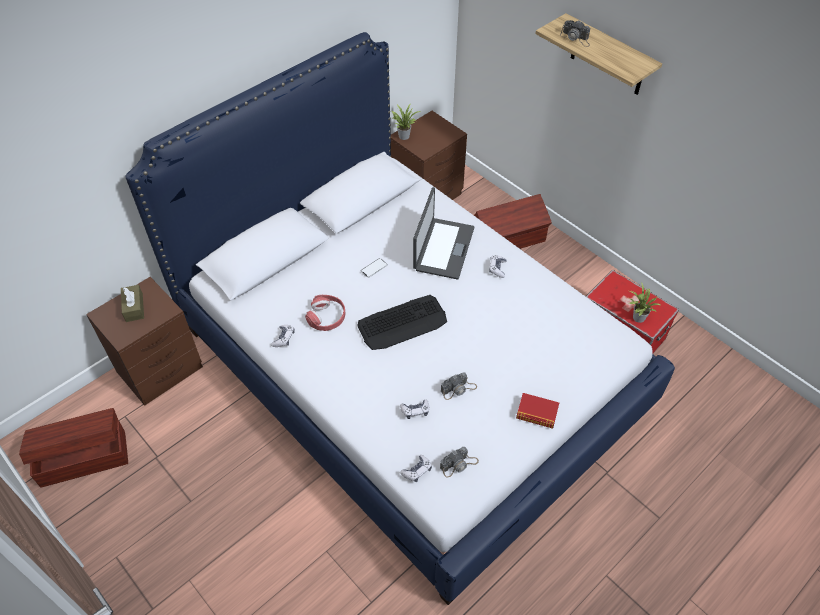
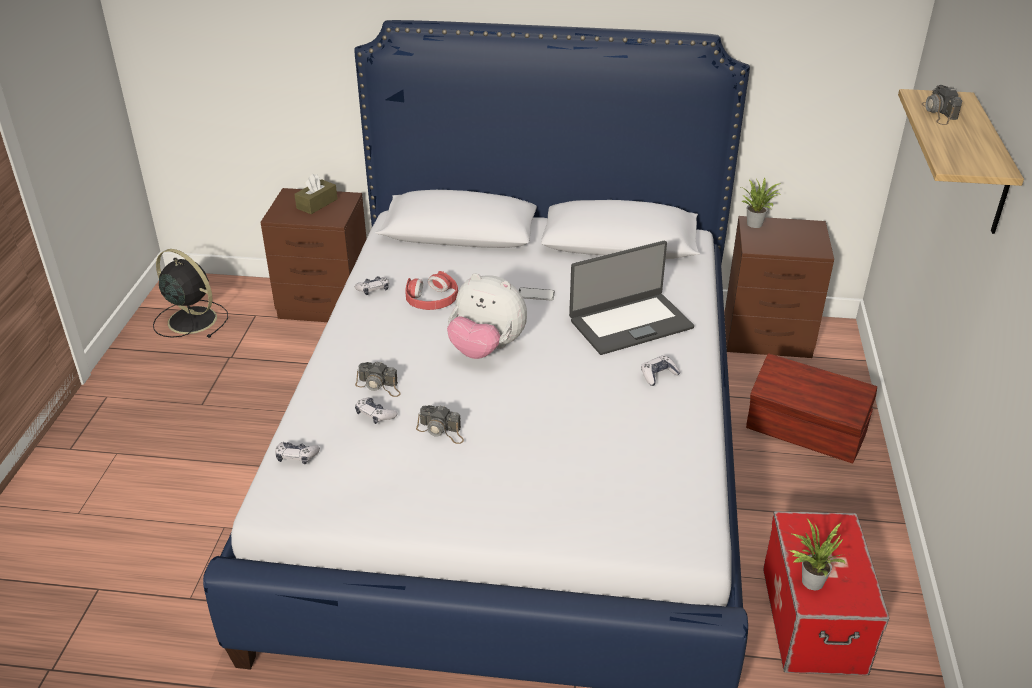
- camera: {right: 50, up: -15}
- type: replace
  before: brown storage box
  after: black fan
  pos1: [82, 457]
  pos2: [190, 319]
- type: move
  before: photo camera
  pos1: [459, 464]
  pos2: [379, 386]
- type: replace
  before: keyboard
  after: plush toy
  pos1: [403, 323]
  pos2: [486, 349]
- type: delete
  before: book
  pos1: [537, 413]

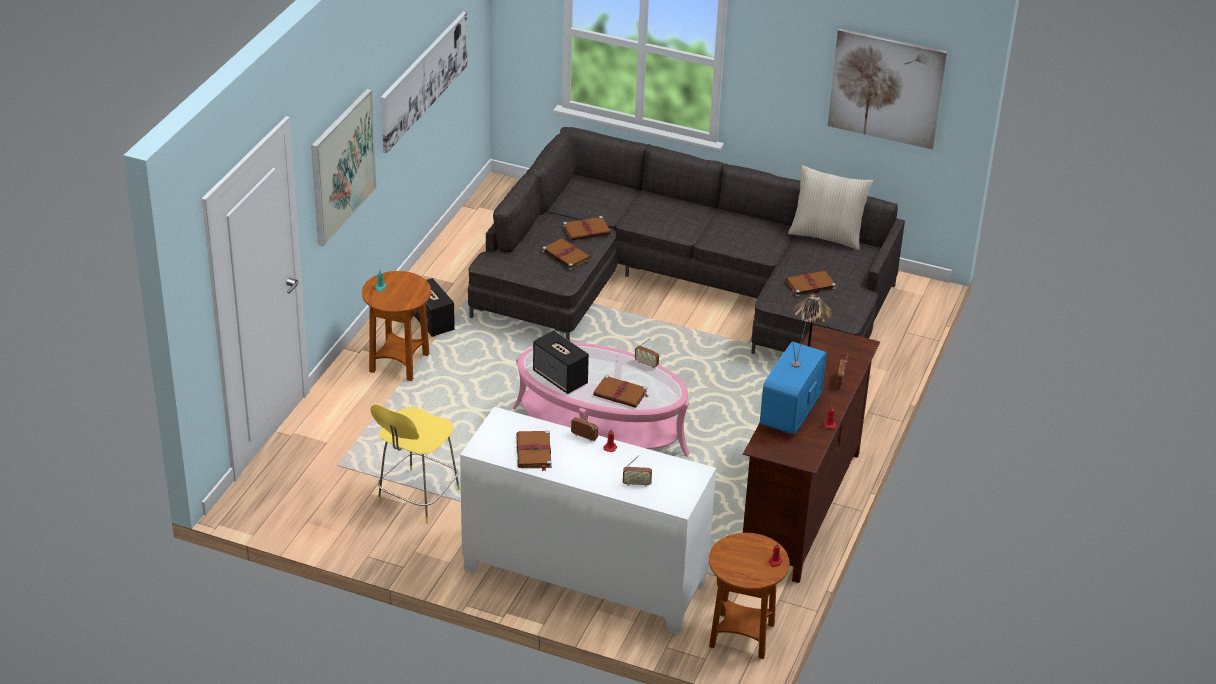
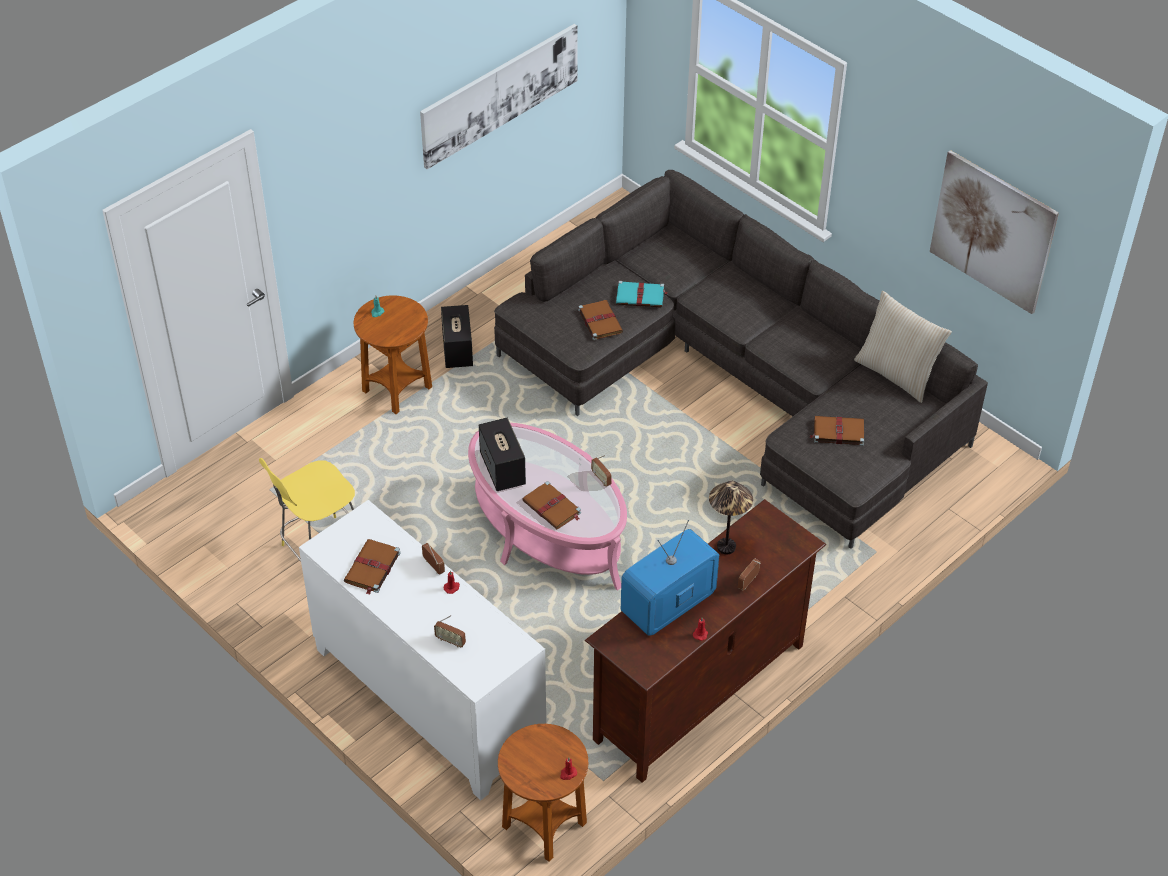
- camera: {right: 25, up: 10}
- type: recolor
  before: brown book
  after: turquoise book
  pos1: [587, 230]
  pos2: [641, 296]
- type: delete
  before: picture
  pos1: [342, 166]

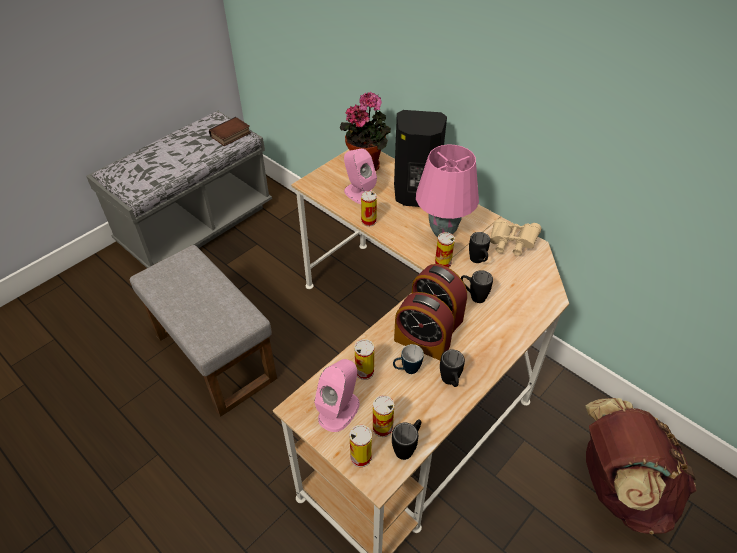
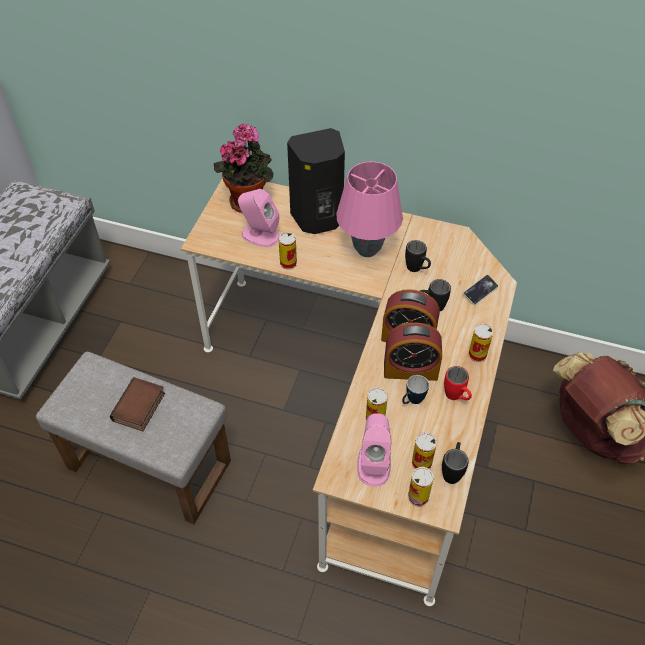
- camera: {right: -25, up: 5}
- type: move
  before: book
  pos1: [230, 135]
  pos2: [140, 408]
- type: recolor
  before: black mug
  after: red mug
  pos1: [450, 382]
  pos2: [456, 397]
- type: insert
  after: phone
  pos2: [480, 291]
- type: move
  before: can
  pos1: [443, 263]
  pos2: [477, 354]
- type: delete
  before: beige binoculars
  pos1: [511, 244]

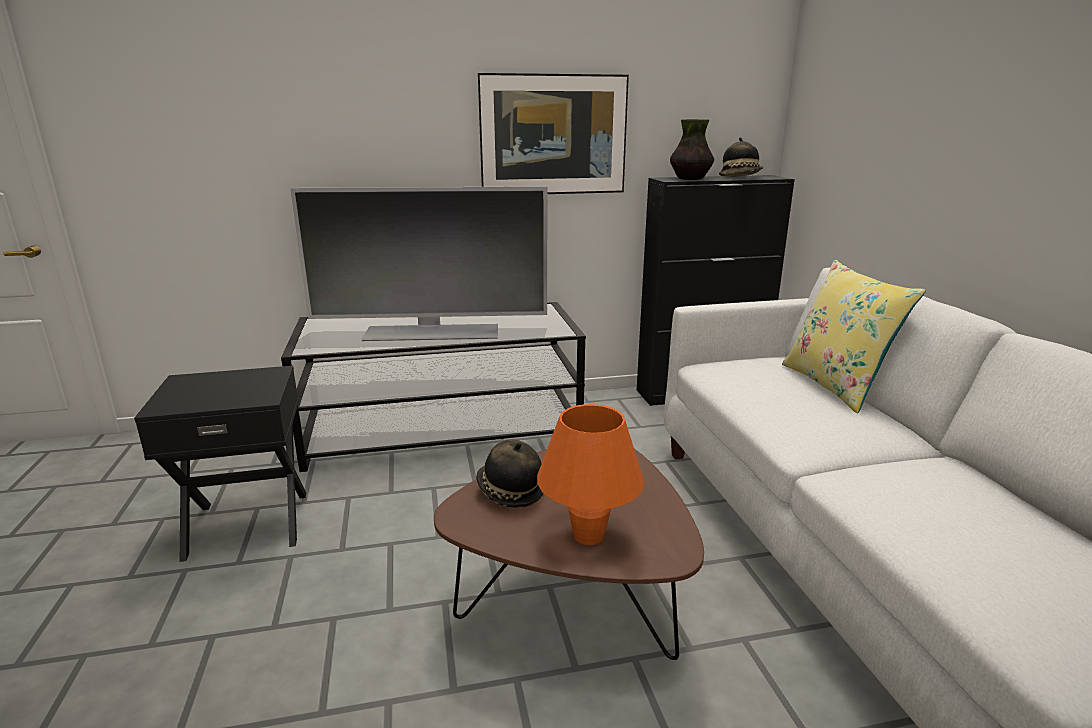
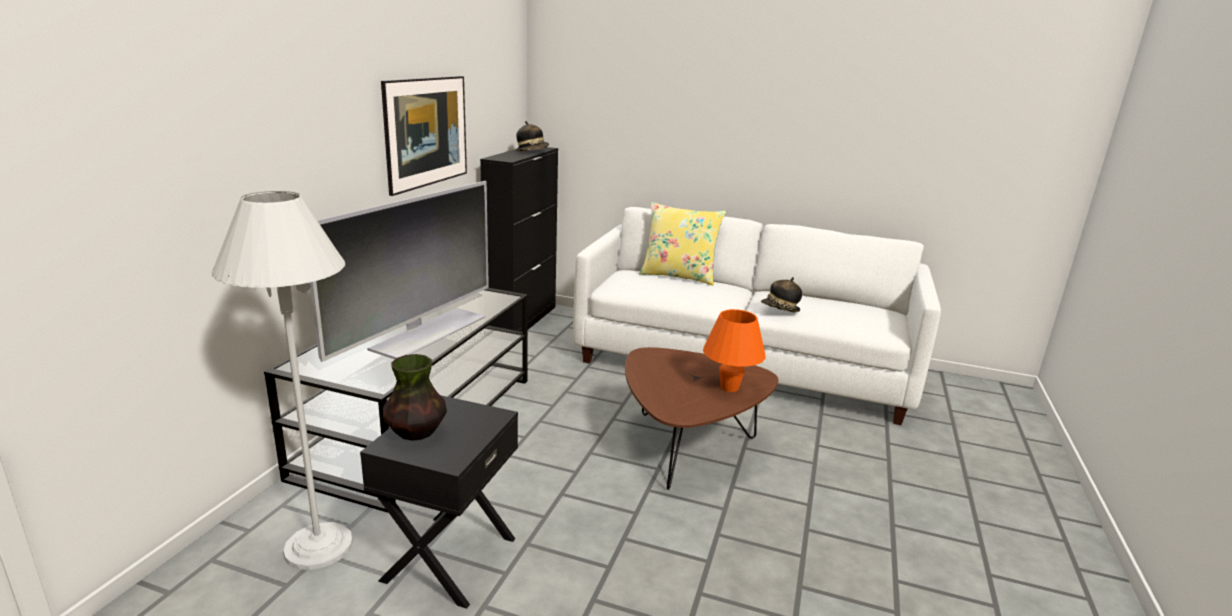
- camera: {right: -60, up: 0}
- type: insert
  after: white floor lamp
  pos2: [318, 546]
- type: move
  before: vase
  pos1: [690, 179]
  pos2: [416, 433]
- type: move
  before: hat
  pos1: [509, 491]
  pos2: [780, 309]

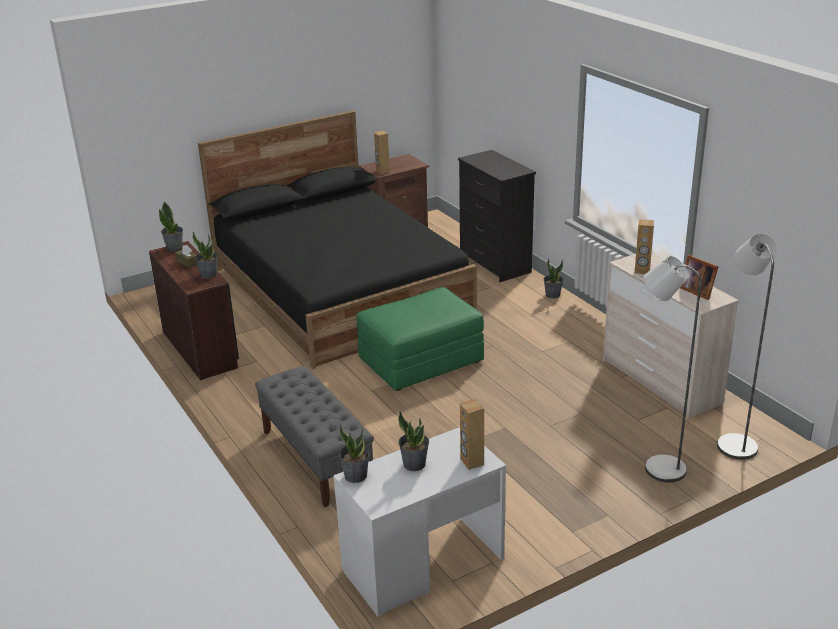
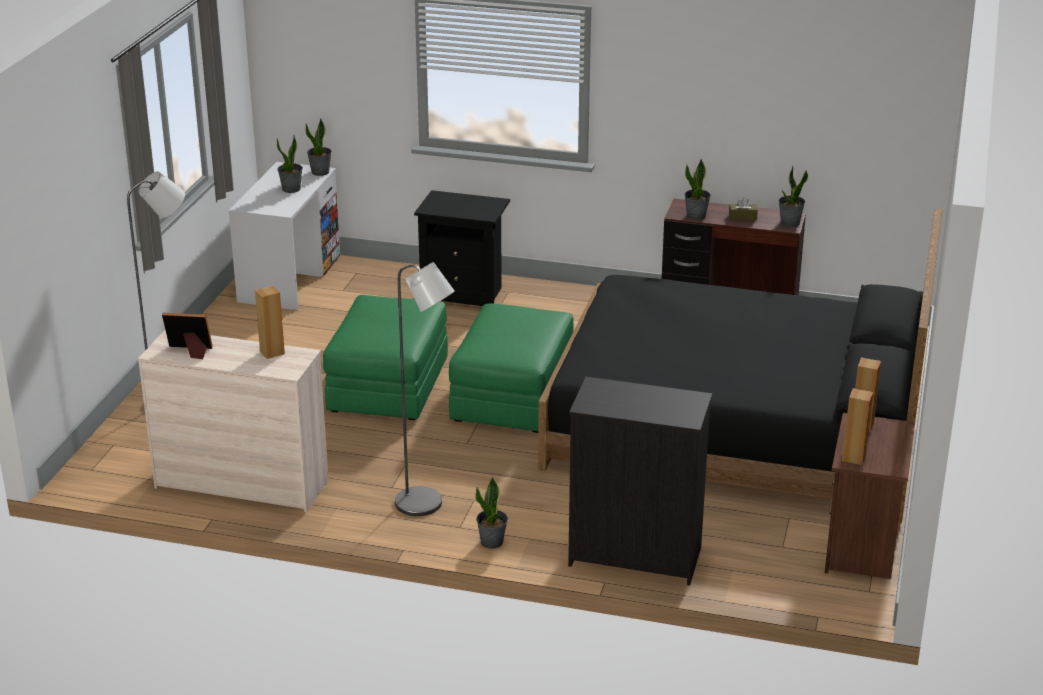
- camera: {right: 135, up: 0}
- type: insert
  after: green ottoman
  pos2: [388, 385]
- type: move
  before: grey floor lamp
  pos1: [733, 443]
  pos2: [426, 505]
- type: replace
  before: grey bench
  after: black nightstand
  pos1: [316, 458]
  pos2: [465, 294]
- type: move
  before: brown speaker
  pos1: [471, 462]
  pos2: [853, 458]

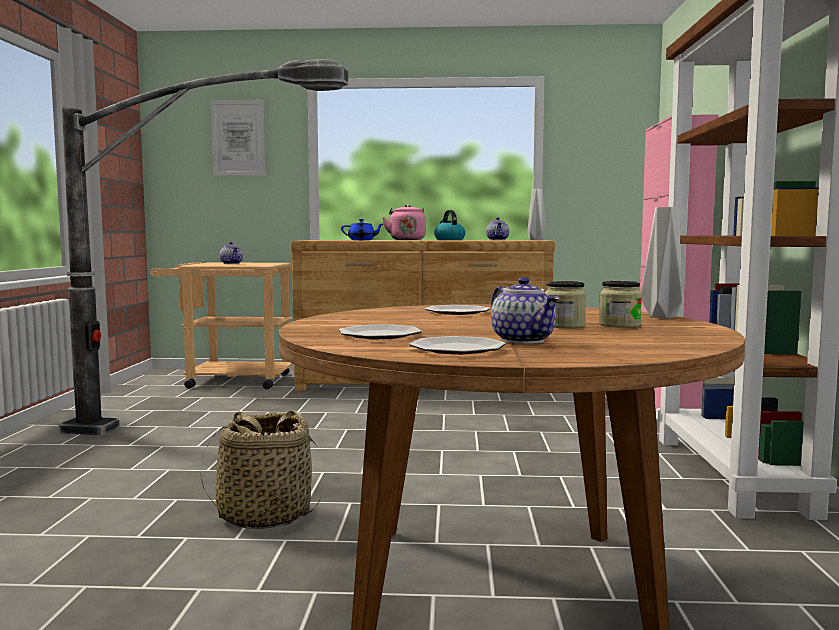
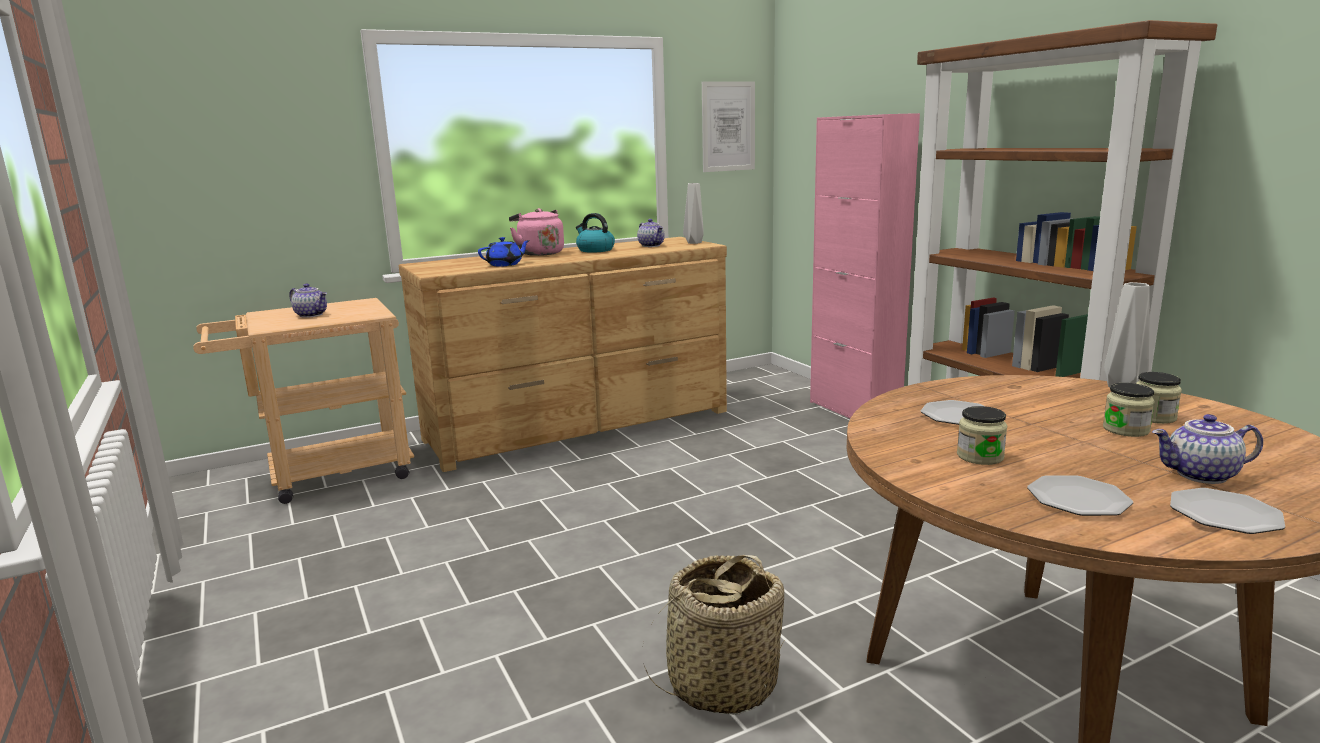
- camera: {right: -30, up: 10}
- type: move
  before: picture
  pos1: [238, 138]
  pos2: [728, 126]
- type: insert
  after: jar
  pos2: [980, 456]
- type: rotate
  before: teapot
  pos1: [524, 340]
  pos2: [1201, 475]
  turn: 150
- type: delete
  before: floor lamp
  pos1: [203, 436]

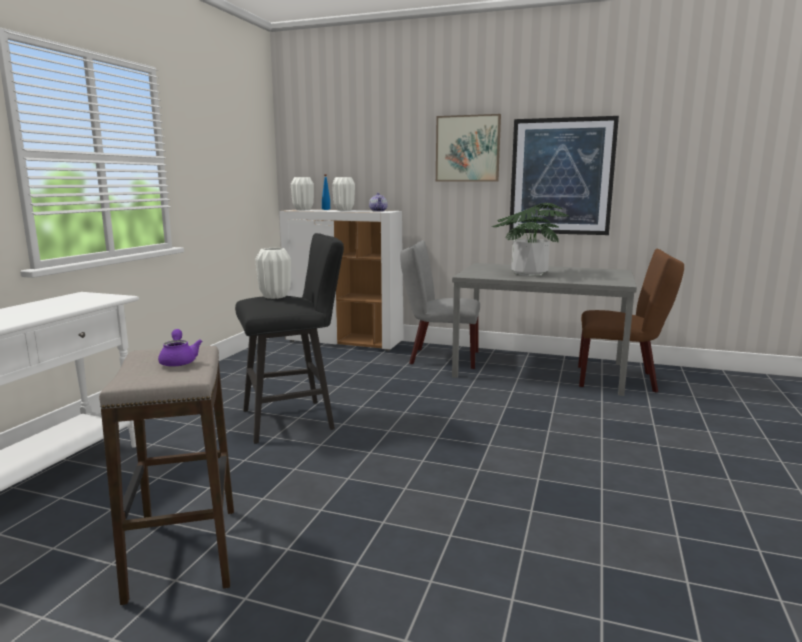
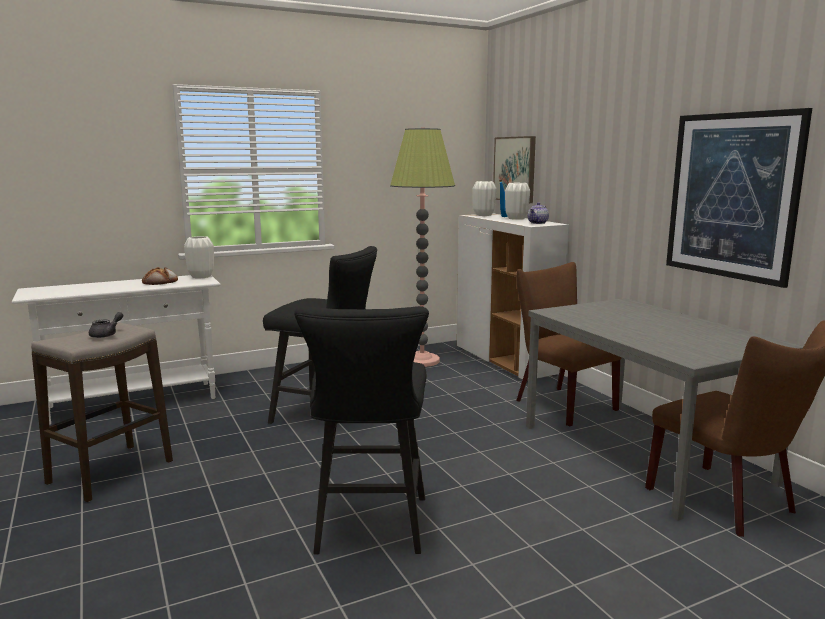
- camera: {right: 45, up: 0}
- type: recolor
  before: purple teapot
  after: grey teapot
  pos1: [179, 361]
  pos2: [107, 334]
- type: insert
  after: bread
  pos2: [160, 281]
- type: move
  before: white vase
  pos1: [274, 296]
  pos2: [201, 276]
- type: insert
  after: black stool
  pos2: [369, 530]
- type: insert
  after: floor lamp
  pos2: [422, 361]
- type: move
  before: picture
  pos1: [467, 148]
  pos2: [515, 169]
- type: recolor
  before: grey chair
  after: brown chair
  pos1: [439, 357]
  pos2: [559, 403]
- type: delete
  before: potted plant
  pos1: [528, 273]

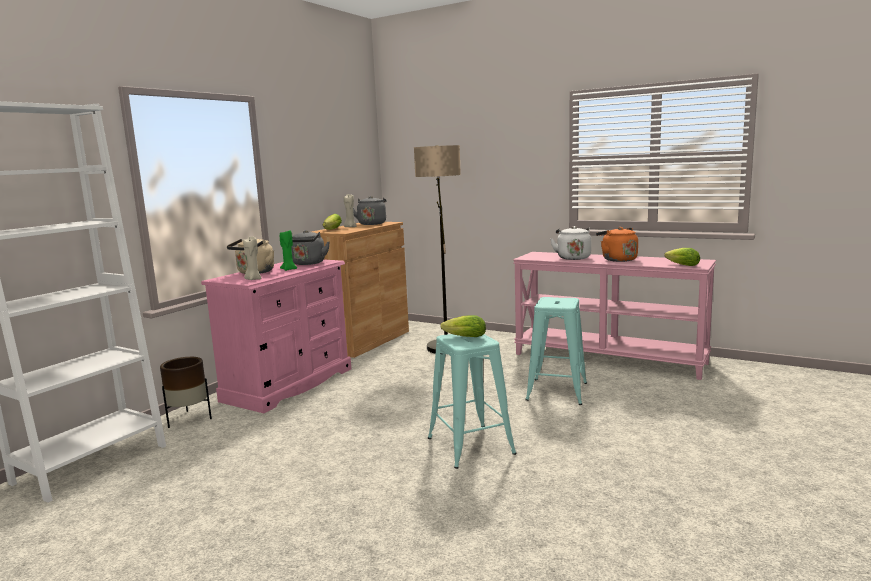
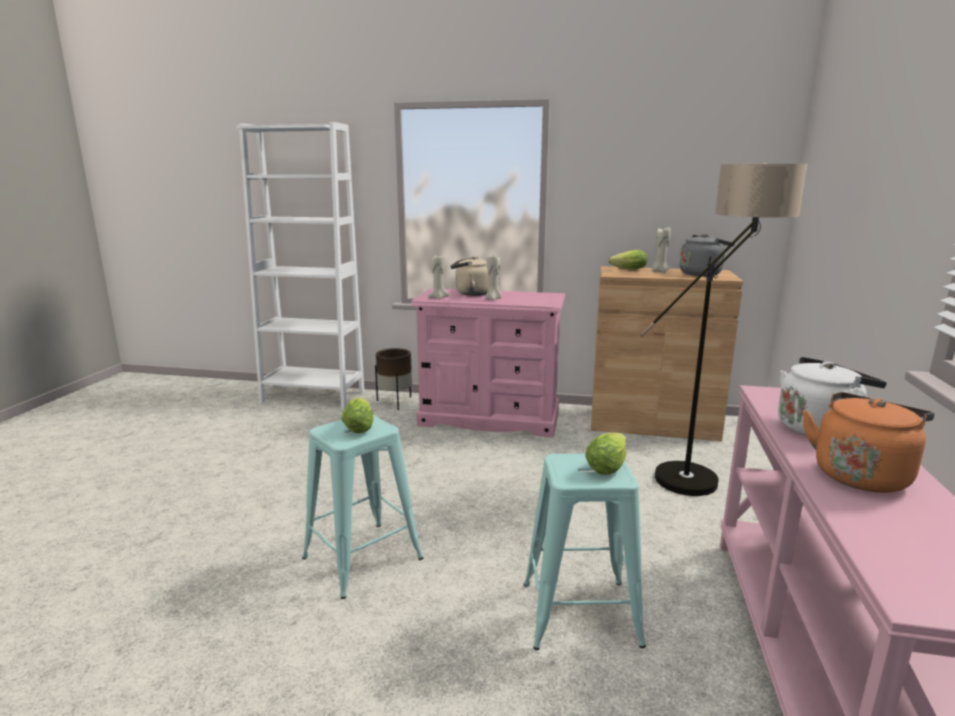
- camera: {right: 70, up: 5}
- type: recolor
  before: green candle
  after: beige candle
  pos1: [289, 269]
  pos2: [493, 299]
- type: move
  before: lettuce
  pos1: [681, 265]
  pos2: [609, 465]
- type: delete
  before: grey kettle
  pos1: [307, 263]

